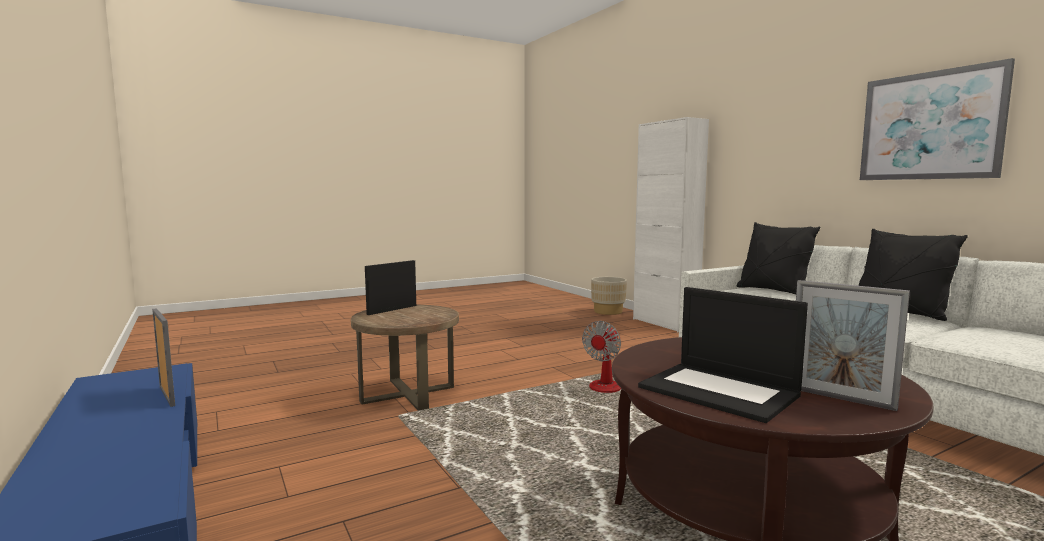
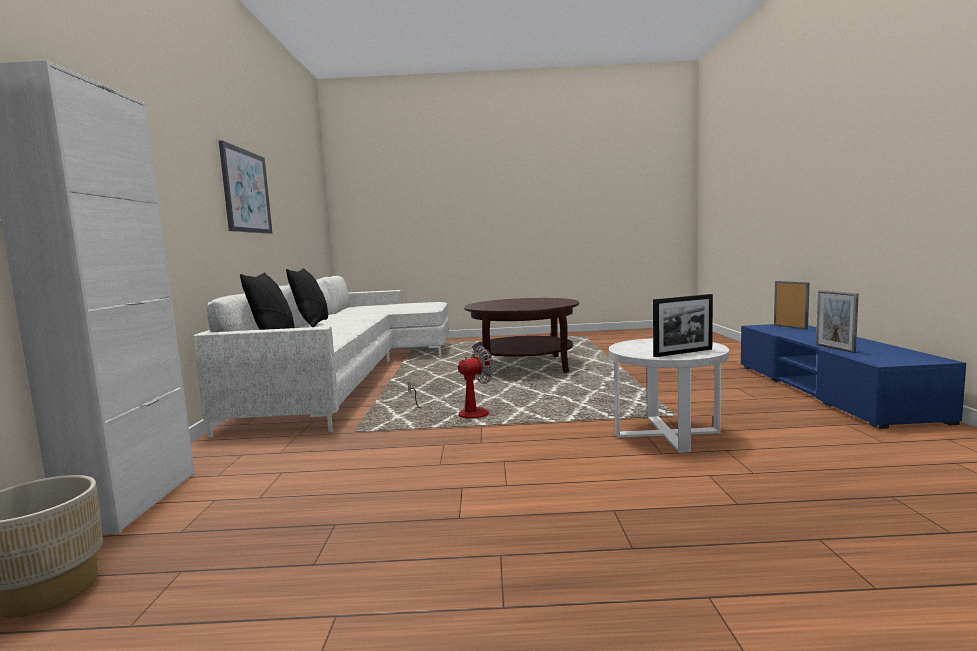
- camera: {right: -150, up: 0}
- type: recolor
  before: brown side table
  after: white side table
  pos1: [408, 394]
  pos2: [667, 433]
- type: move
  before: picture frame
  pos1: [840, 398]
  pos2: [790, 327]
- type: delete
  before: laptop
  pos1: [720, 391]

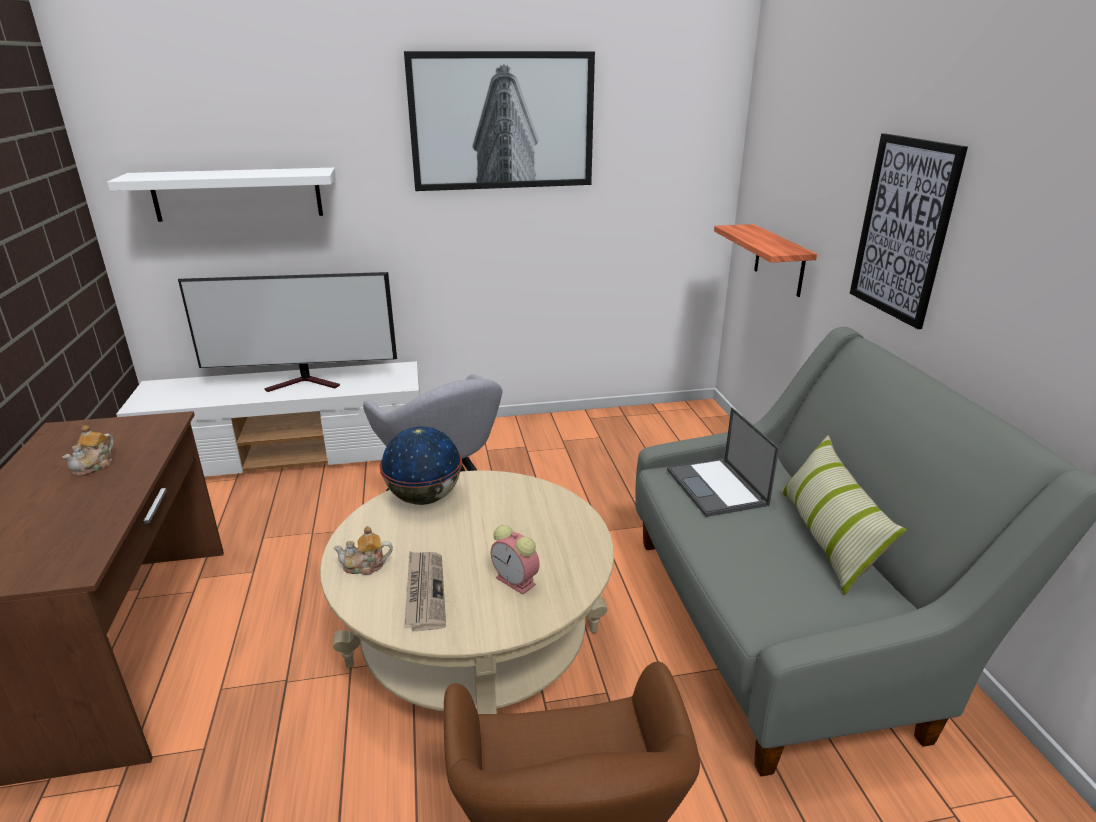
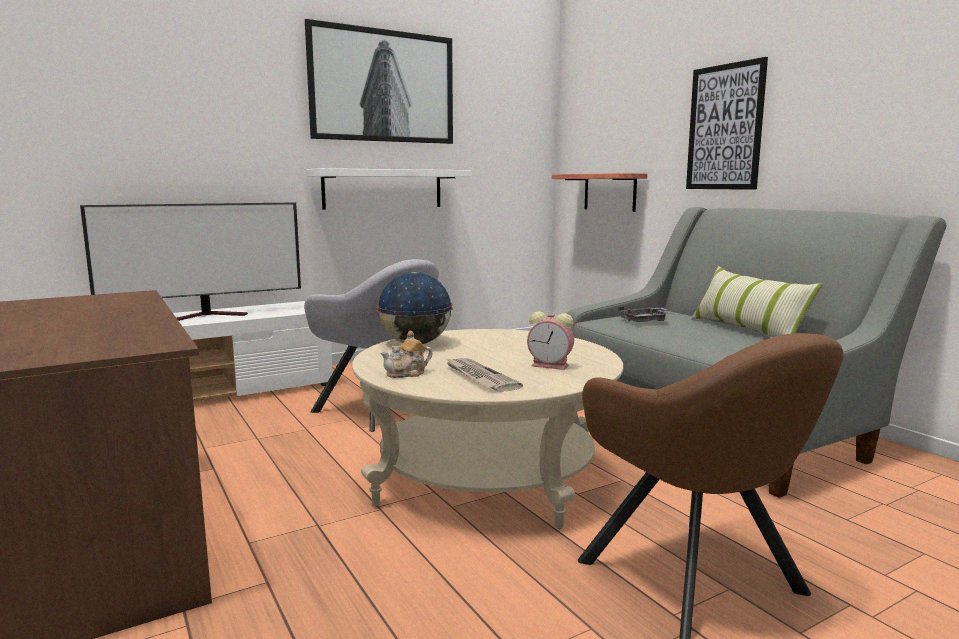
- camera: {right: -20, up: -15}
- type: move
  before: white shelf
  pos1: [237, 194]
  pos2: [383, 189]
- type: replace
  before: laptop
  after: grey tray
  pos1: [717, 488]
  pos2: [645, 321]
- type: delete
  before: teapot
  pos1: [95, 465]

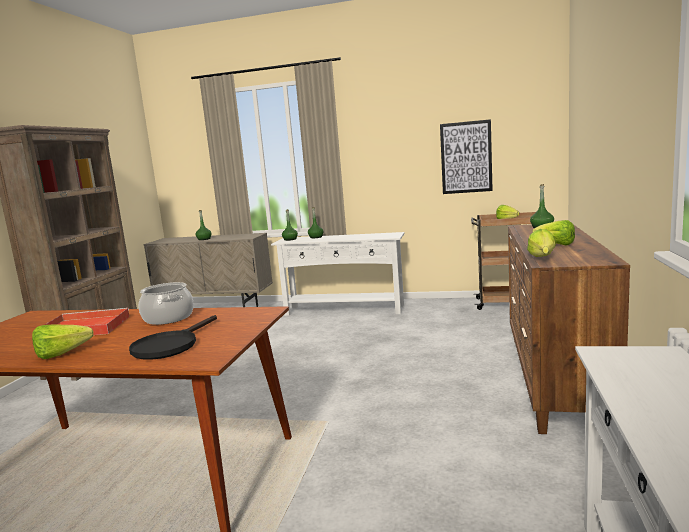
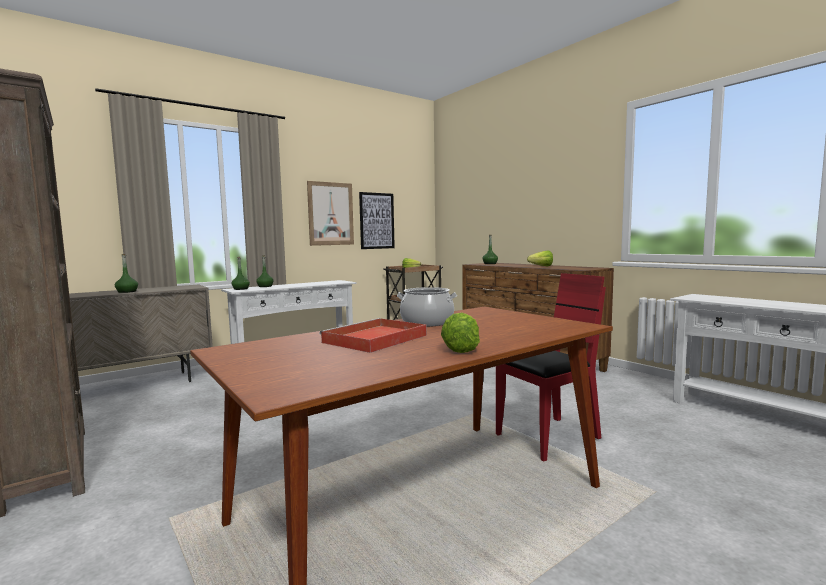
- camera: {right: -50, up: -5}
- type: insert
  after: picture
  pos2: [331, 214]
- type: insert
  after: red chair
  pos2: [548, 437]
- type: delete
  before: black frying pan
  pos1: [170, 345]
- type: delete
  before: lettuce
  pos1: [542, 259]

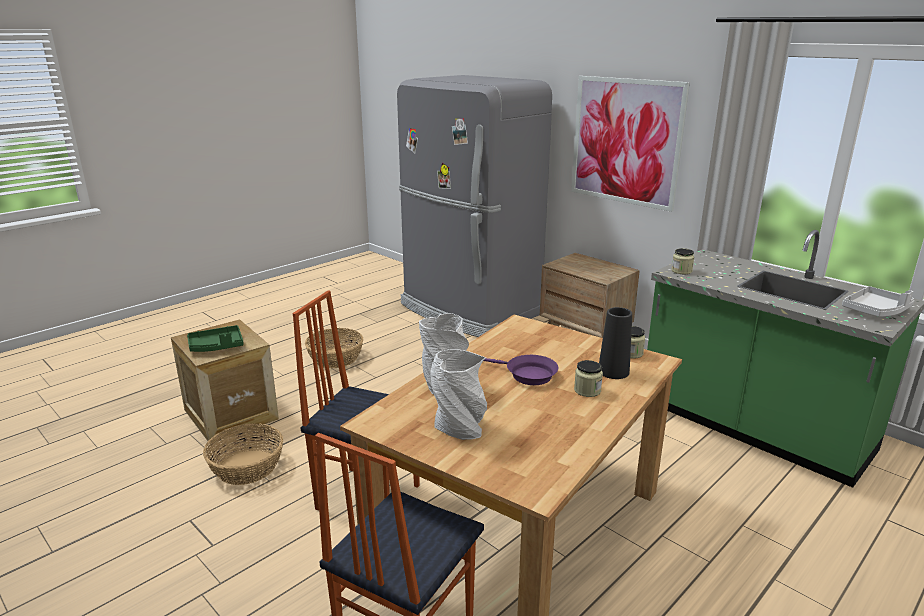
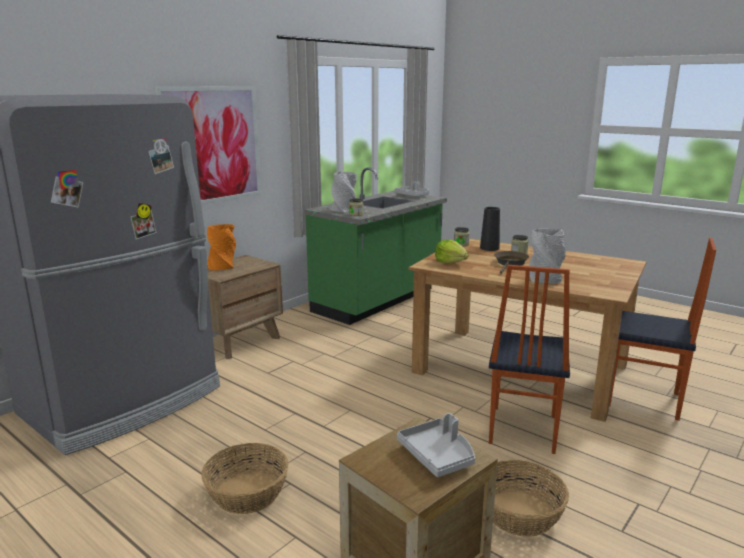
- camera: {right: -95, up: -5}
- type: insert
  after: orange vase
  pos2: [223, 266]
- type: move
  before: grey vase
  pos1: [460, 428]
  pos2: [344, 210]
- type: recolor
  before: green tray
  after: grey tray
  pos1: [216, 346]
  pos2: [438, 455]
- type: insert
  after: lettuce
  pos2: [450, 262]
- type: recolor
  before: purple frying pan
  after: brown frying pan
  pos1: [527, 375]
  pos2: [510, 263]

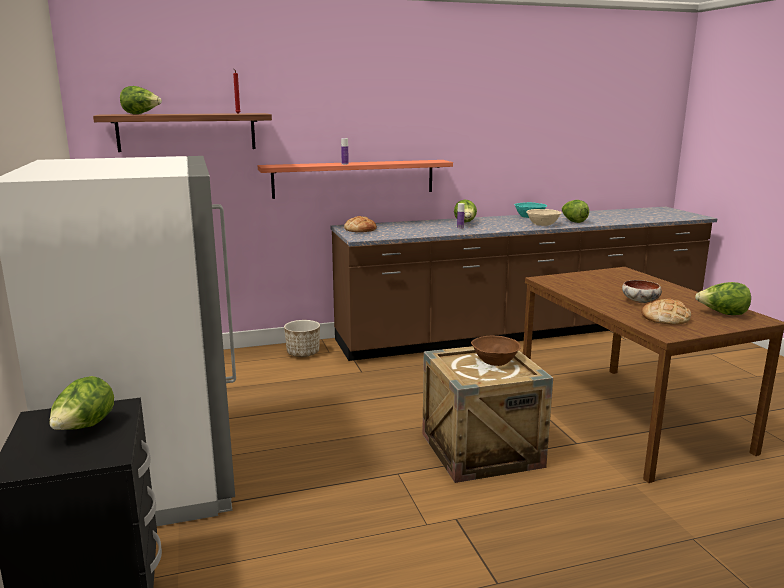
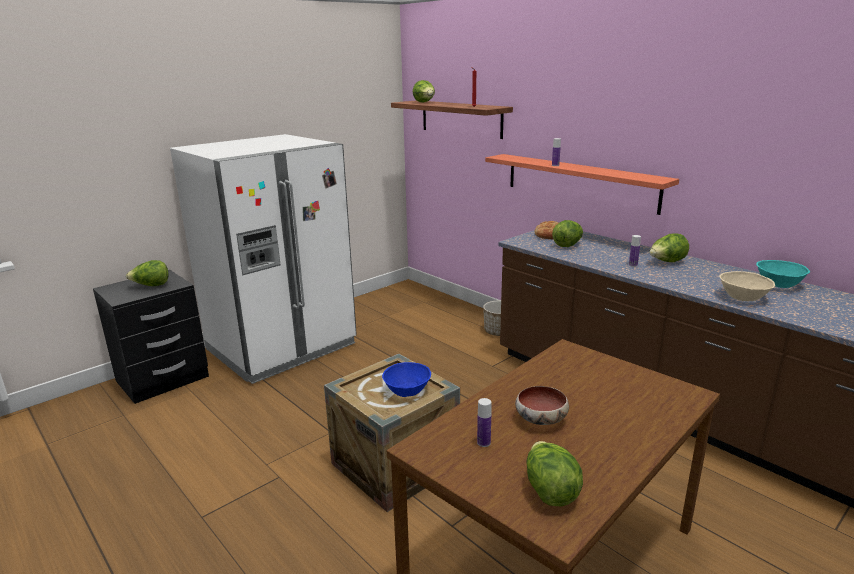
- camera: {right: 65, up: 5}
- type: recolor
  before: brown bowl
  after: blue bowl
  pos1: [494, 361]
  pos2: [406, 390]
- type: replace
  before: bread
  after: bottle
  pos1: [665, 318]
  pos2: [483, 442]
- type: move
  before: lettuce
  pos1: [573, 221]
  pos2: [567, 245]

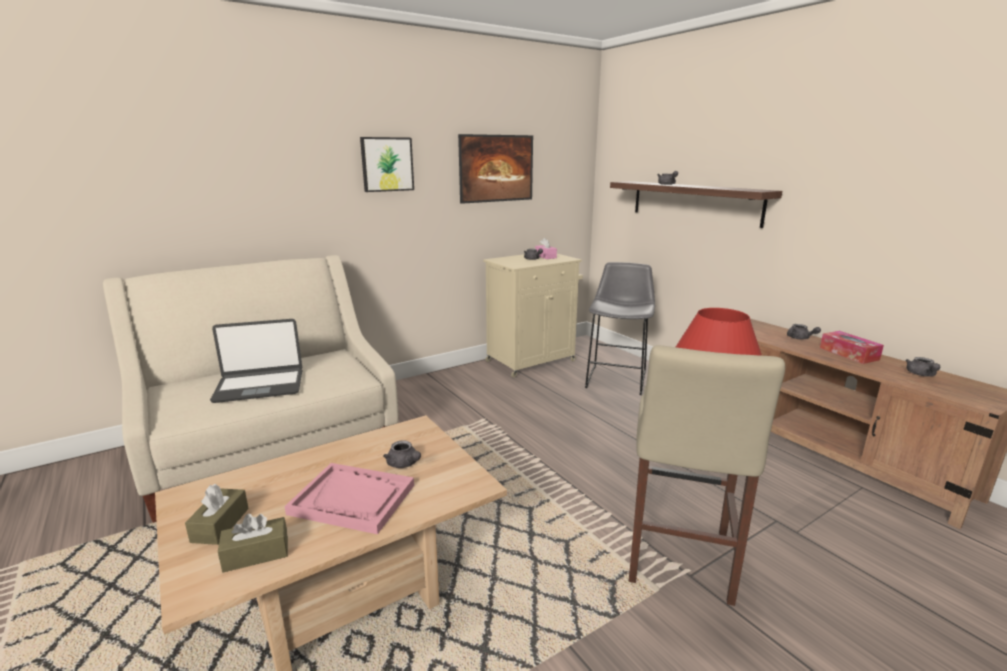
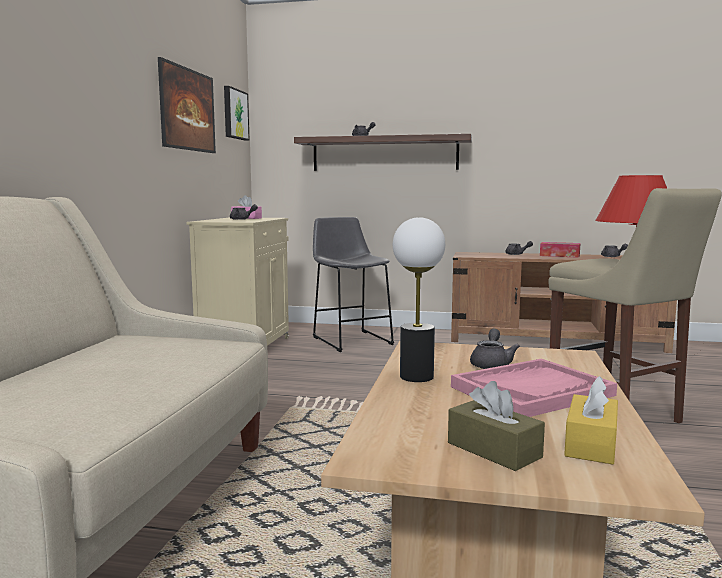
- camera: {right: -45, up: -10}
- type: move
  before: picture
  pos1: [387, 164]
  pos2: [234, 114]
- type: insert
  after: table lamp
  pos2: [417, 377]
- type: rotate
  before: grey teapot
  pos1: [404, 464]
  pos2: [491, 364]
  turn: -75
- type: recolor
  before: brown tissue box
  after: yellow tissue box
  pos1: [256, 554]
  pos2: [591, 444]
- type: delete
  before: laptop
  pos1: [260, 386]

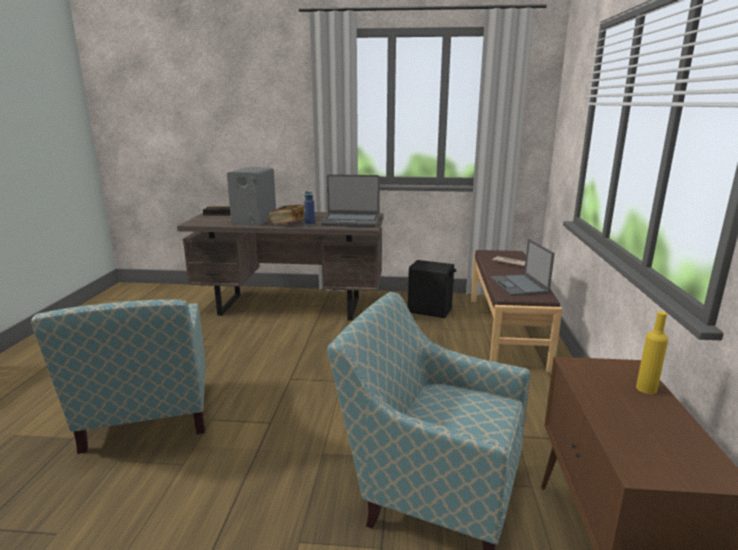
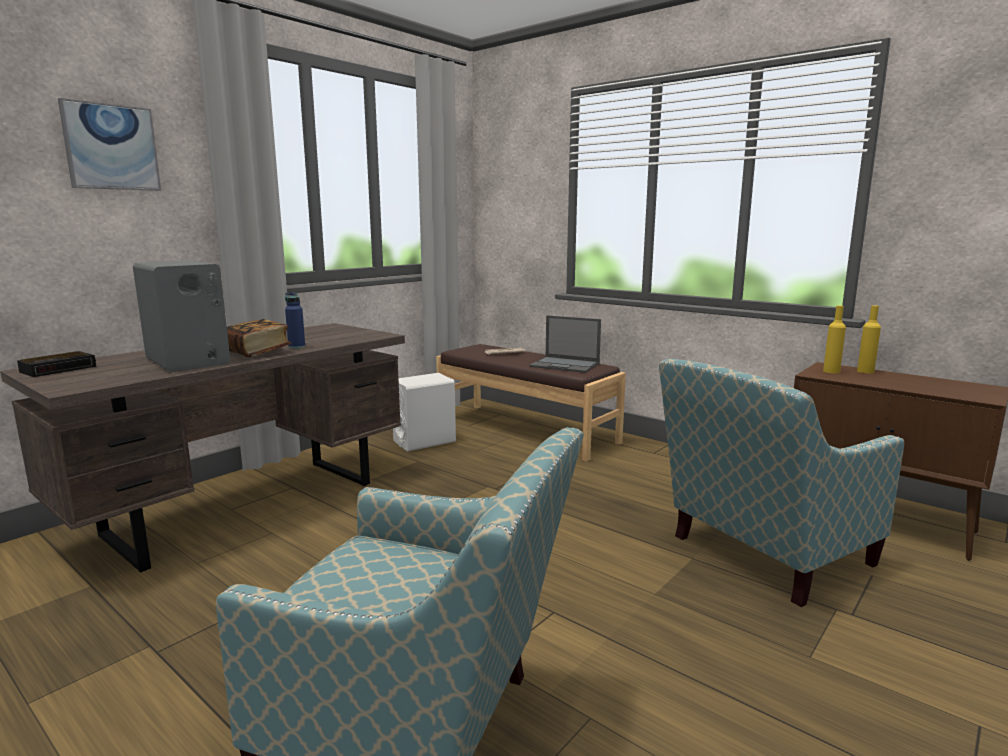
- camera: {right: -55, up: -5}
- type: insert
  after: picture
  pos2: [111, 147]
- type: recolor
  before: black speaker
  after: white speaker
  pos1: [430, 310]
  pos2: [424, 441]
- type: insert
  after: yellow bottle
  pos2: [831, 371]
- type: delete
  before: laptop
  pos1: [350, 221]

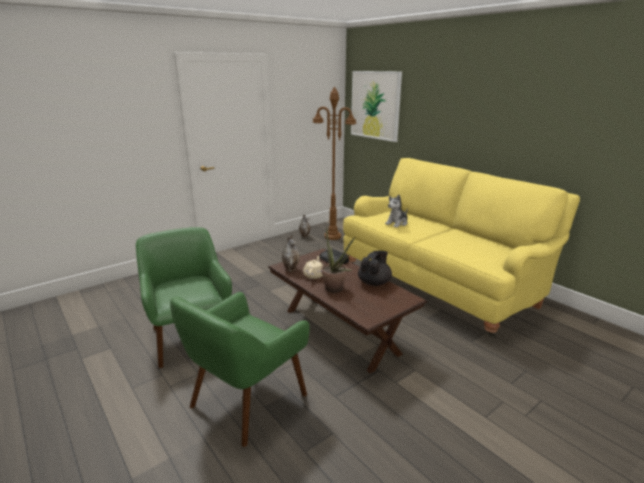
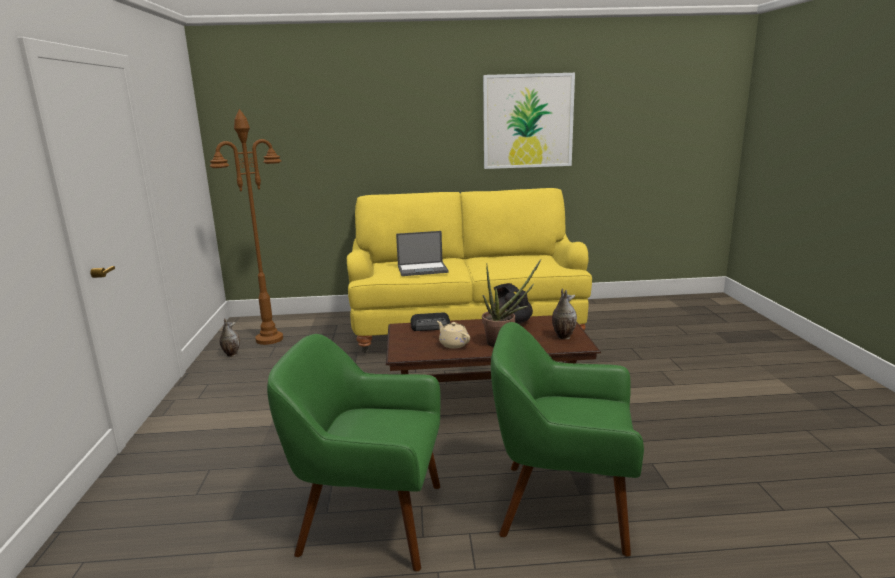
- camera: {right: -55, up: -5}
- type: replace
  before: plush toy
  after: laptop
  pos1: [397, 223]
  pos2: [423, 269]
- type: move
  before: picture
  pos1: [375, 105]
  pos2: [528, 121]
- type: rotate
  before: green armchair
  pos1: [246, 401]
  pos2: [561, 505]
  turn: 120
- type: move
  before: vase
  pos1: [291, 269]
  pos2: [562, 336]

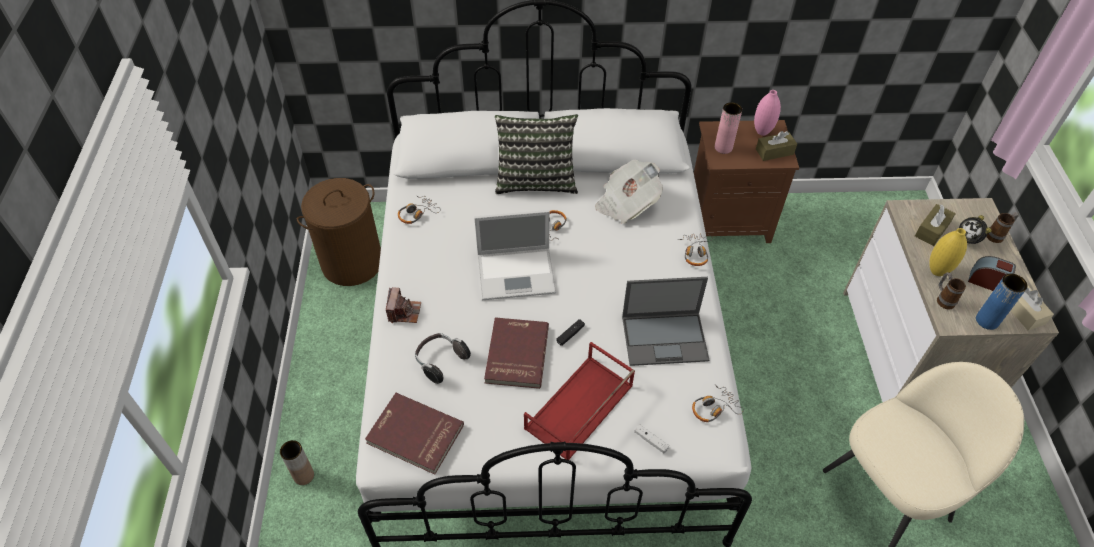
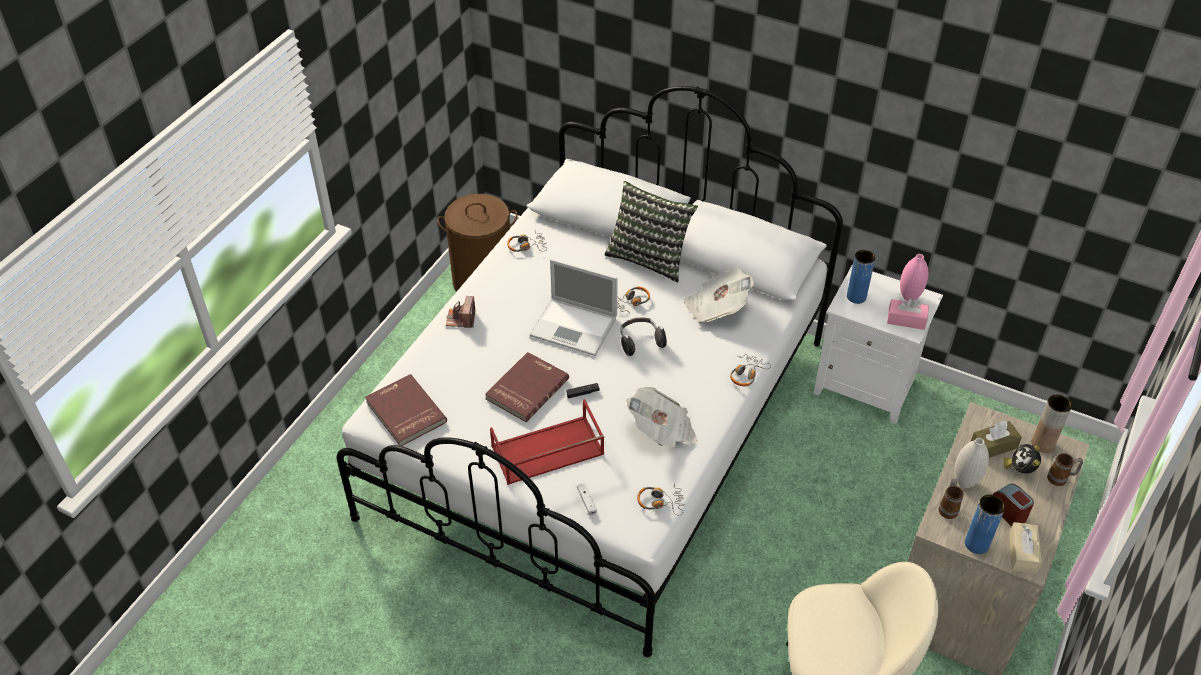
- camera: {right: 30, up: -5}
- type: rotate
  before: photo camera
  pos1: [404, 312]
  pos2: [461, 319]
  turn: 150
- type: move
  before: headphones
  pos1: [440, 361]
  pos2: [640, 342]
- type: replace
  before: laptop
  after: newspaper
  pos1: [665, 338]
  pos2: [662, 431]
- type: recolor
  before: brown nightstand
  after: white nightstand
  pos1: [728, 220]
  pos2: [867, 386]
- type: recolor
  before: pink vase
  after: blue vase
  pos1: [723, 147]
  pos2: [856, 297]
- type: recolor
  before: brown tissue box
  after: pink tissue box
  pos1: [774, 152]
  pos2: [906, 320]
- type: recolor
  before: yellow vase
  after: white vase
  pos1: [937, 271]
  pos2: [965, 482]
- type: move
  before: brown vase
  pos1: [304, 476]
  pos2: [1042, 444]

